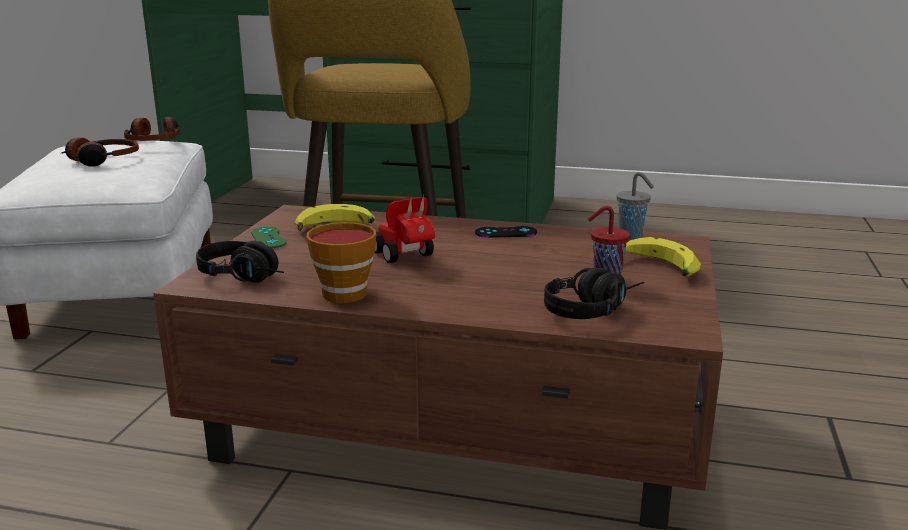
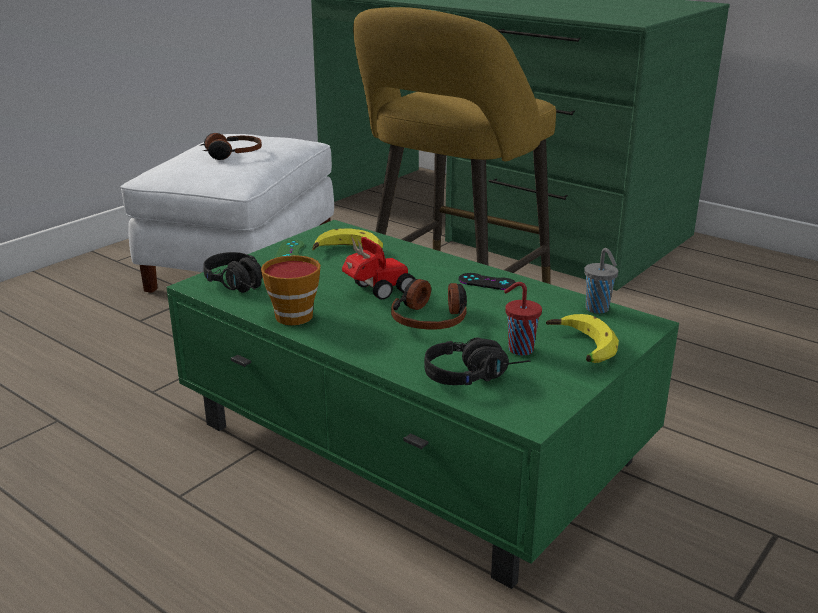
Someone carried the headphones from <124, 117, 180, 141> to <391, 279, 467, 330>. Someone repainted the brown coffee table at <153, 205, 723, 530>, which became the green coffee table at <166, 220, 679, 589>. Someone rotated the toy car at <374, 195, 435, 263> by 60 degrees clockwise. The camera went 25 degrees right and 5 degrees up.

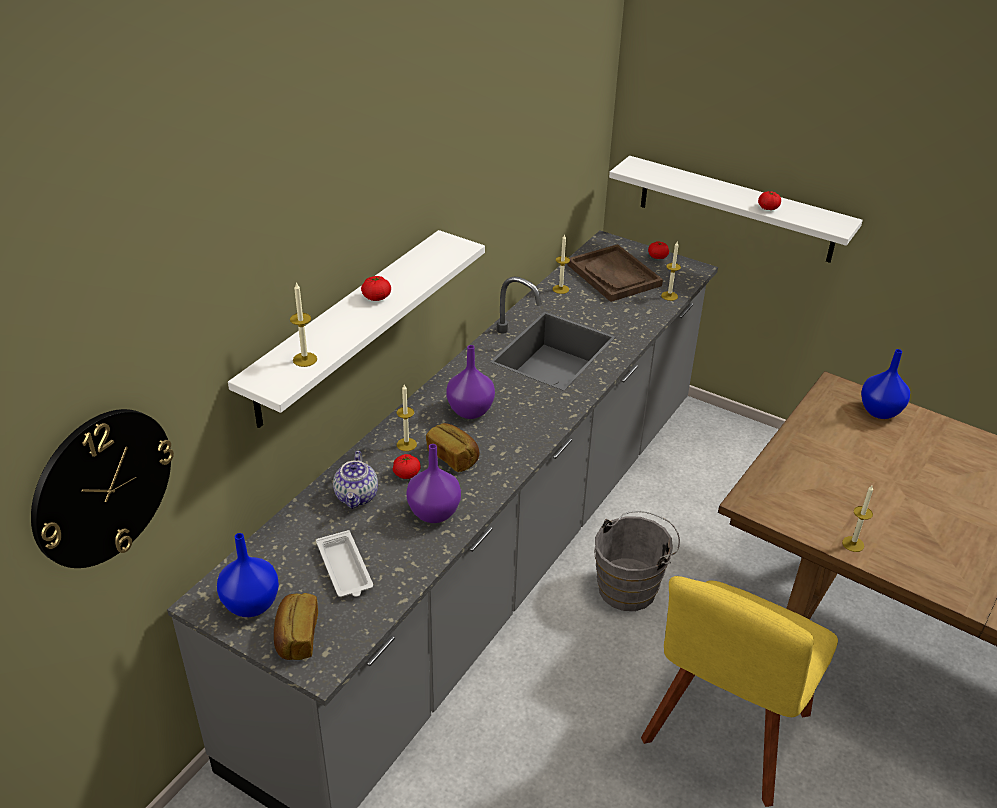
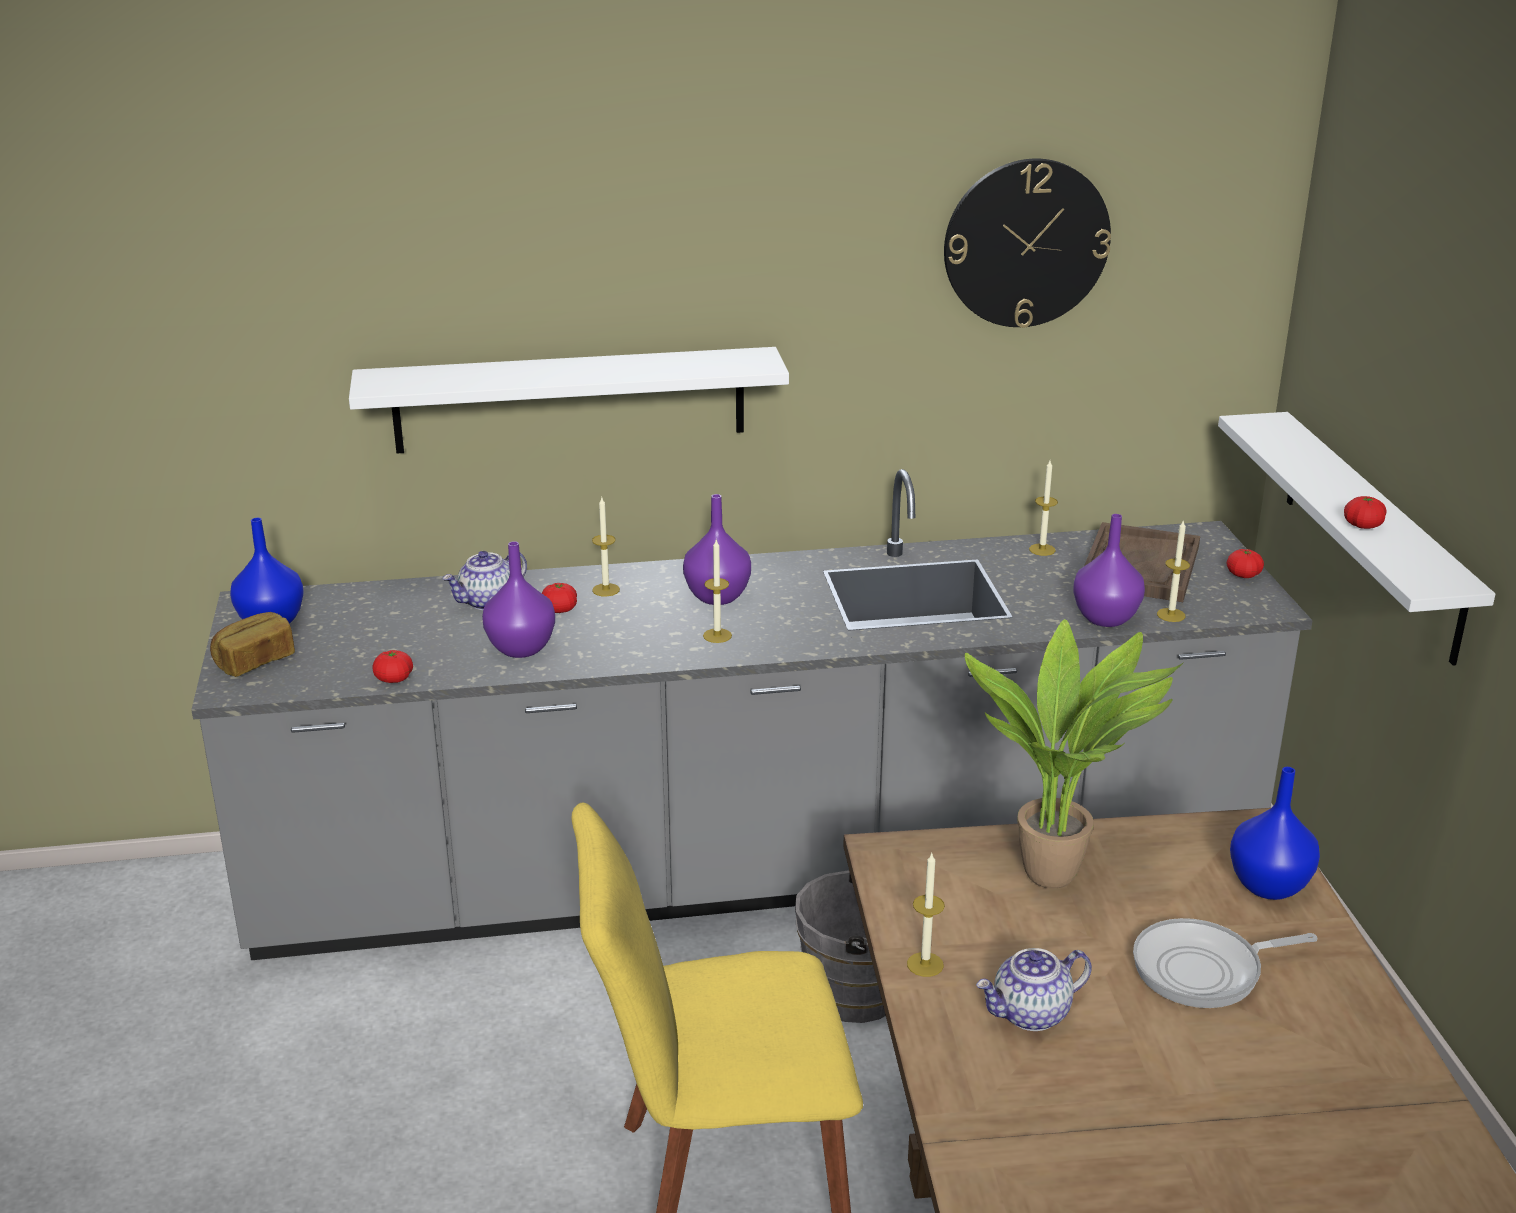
Someone carried the wall clock from <31, 409, 174, 568> to <944, 159, 1111, 328>. Someone carried the candle from <290, 282, 317, 367> to <703, 540, 732, 643>. Someone took away the white tray at <316, 530, 373, 597>. Someone carried the tomato from <361, 276, 391, 301> to <372, 650, 413, 683>. Someone took away the bread at <426, 423, 479, 472>. Someone put down the potted plant at <965, 619, 1184, 888>. Someone put down the teapot at <976, 948, 1092, 1031>. Someone put down the purple vase at <1073, 514, 1145, 627>. Someone put down the frying pan at <1133, 918, 1317, 1008>. The camera went 50 degrees right and 10 degrees down.

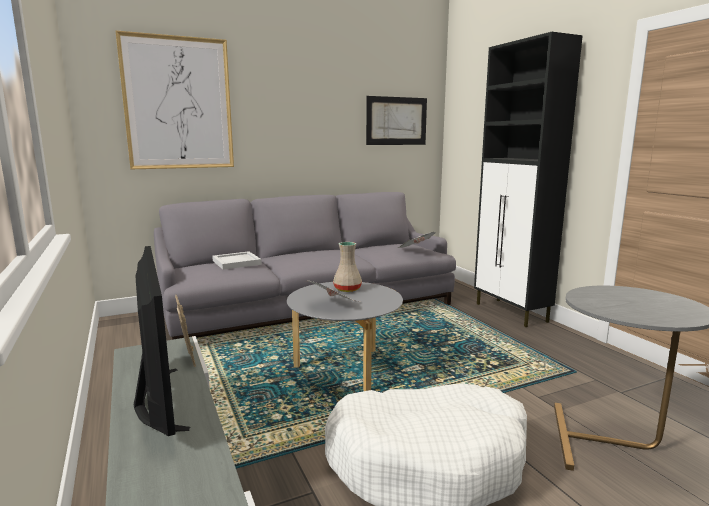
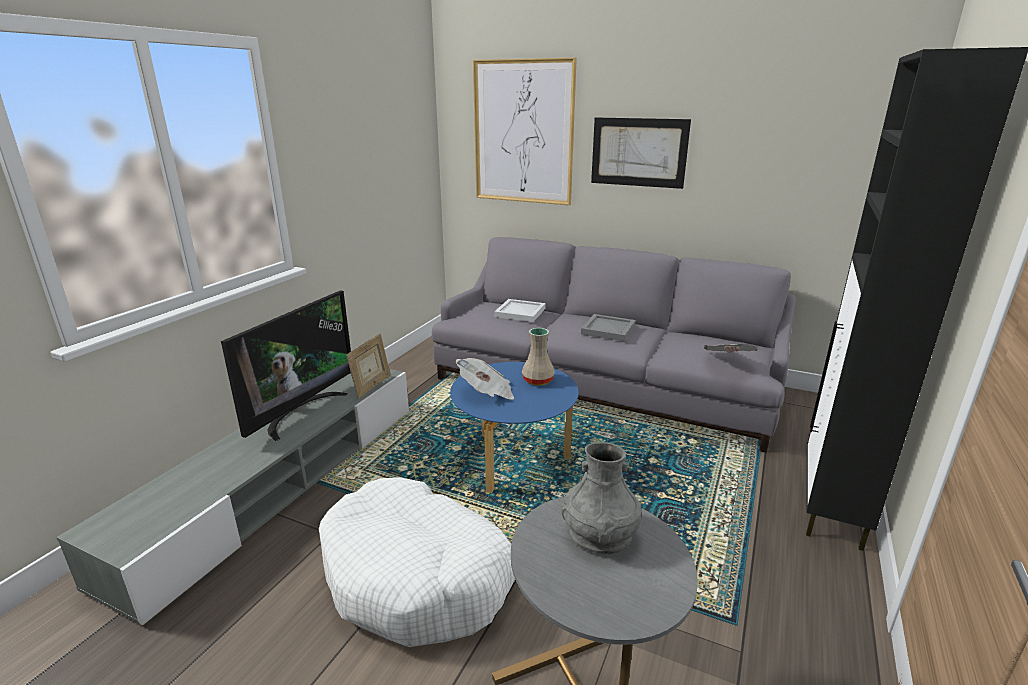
Someone repainted the grey coffee table at <287, 282, 403, 391>, which became the blue coffee table at <450, 362, 579, 493>. Someone carried the picture from <366, 96, 427, 145> to <591, 117, 691, 189>. Someone put down the grey vase at <561, 442, 642, 554>. Someone put down the grey tray at <581, 314, 635, 341>. The camera went 50 degrees right and 10 degrees up.

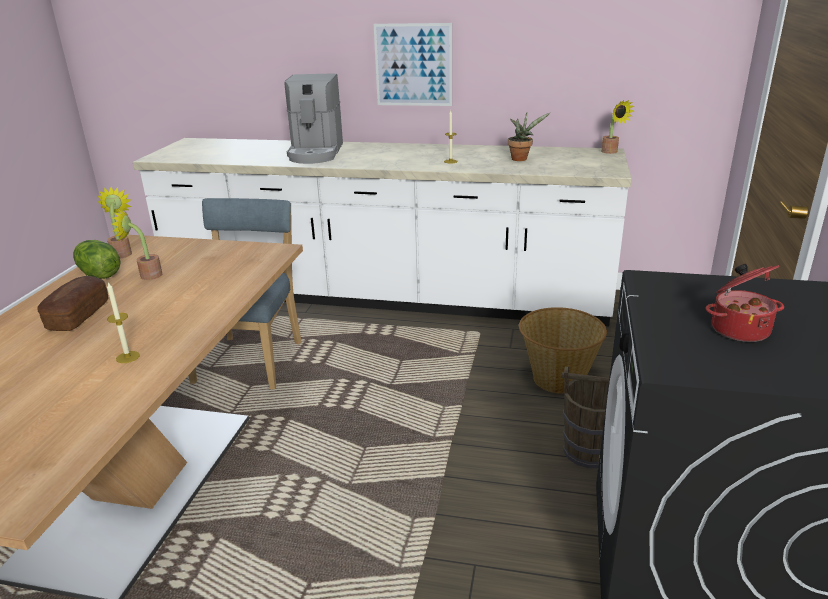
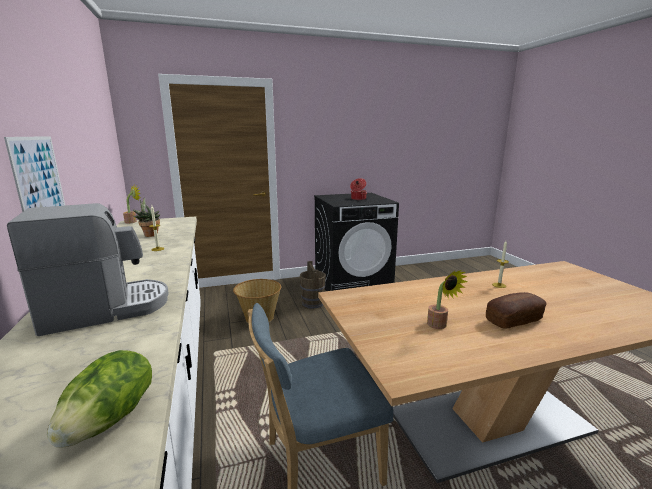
Someone carried the lettuce from <73, 240, 121, 279> to <47, 350, 152, 448>. Someone took away the potted plant at <98, 187, 132, 259>. The camera went 120 degrees left and 10 degrees down.

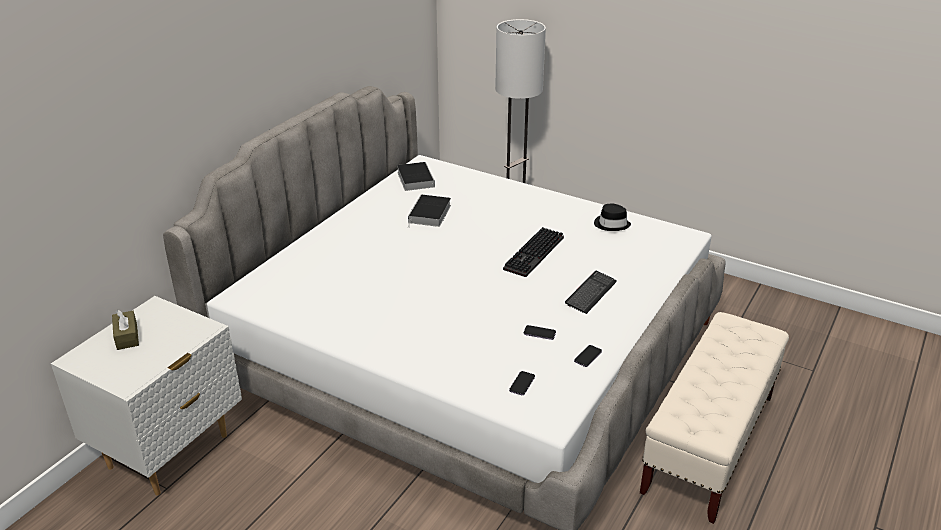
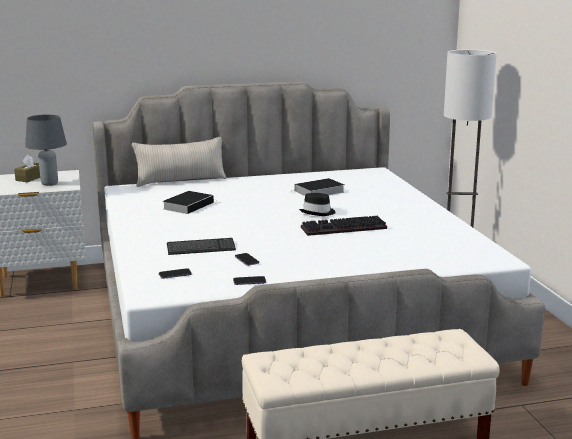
Someone carried the book from <397, 162, 435, 191> to <162, 191, 214, 214>. Someone carried the keyboard from <565, 271, 617, 314> to <167, 238, 236, 255>. Someone carried the black hat from <594, 204, 631, 231> to <299, 193, 336, 216>. Someone put down the grey table lamp at <25, 114, 67, 186>. Someone put down the beige pillow at <132, 137, 226, 187>. The camera went 45 degrees right and 15 degrees down.

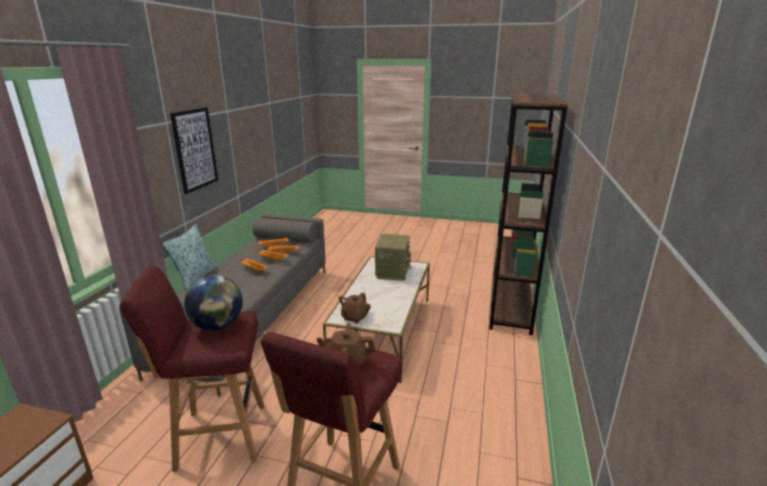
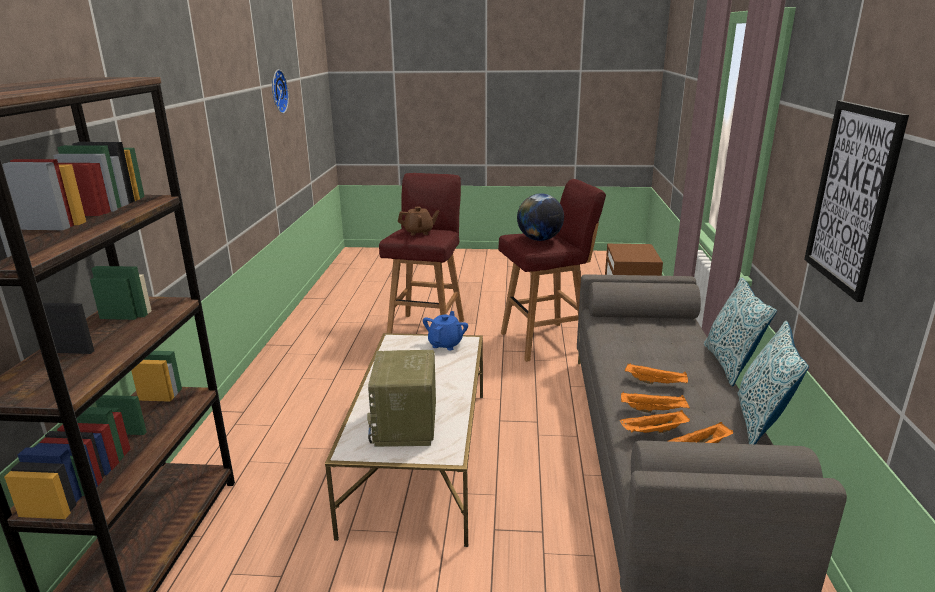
Someone repainted the brown teapot at <339, 292, 371, 324>, which became the blue teapot at <423, 311, 468, 350>. Someone put up the wall clock at <272, 69, 289, 113>. Someone put down the pillow at <738, 321, 809, 444>. The camera went 170 degrees right and 0 degrees up.

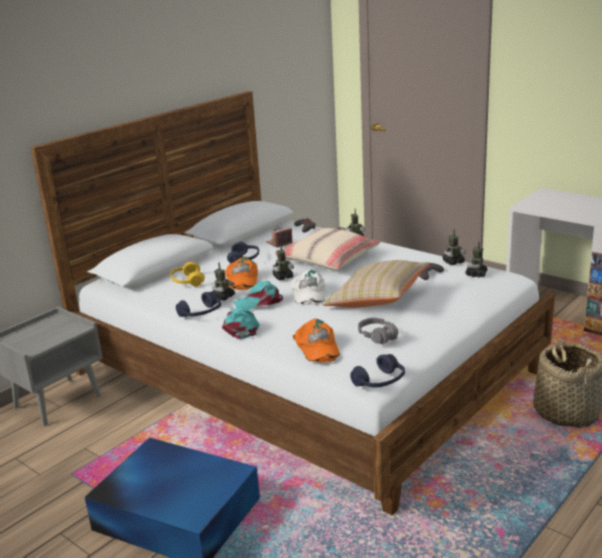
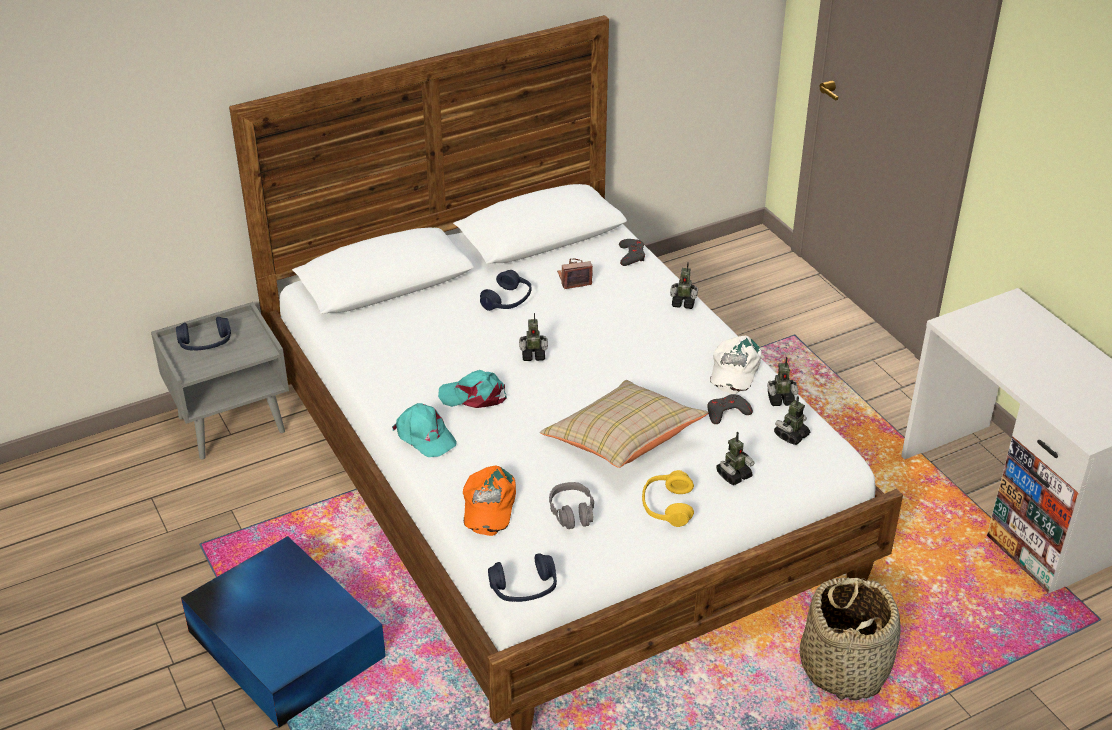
Someone carried the yellow headphones from <170, 262, 205, 287> to <642, 470, 694, 527>. Someone carried the blue headphones from <176, 292, 221, 317> to <176, 317, 231, 350>. Someone carried the toy robot from <212, 263, 235, 300> to <716, 431, 755, 485>. Someone rotated the turquoise cap at <222, 308, 259, 339> by 120 degrees clockwise. Someone took away the orange cap at <225, 256, 258, 290>. Someone took away the beige pillow at <274, 228, 381, 270>. Someone carried the white cap from <290, 269, 325, 305> to <710, 336, 761, 394>. The camera went 20 degrees right and 15 degrees up.

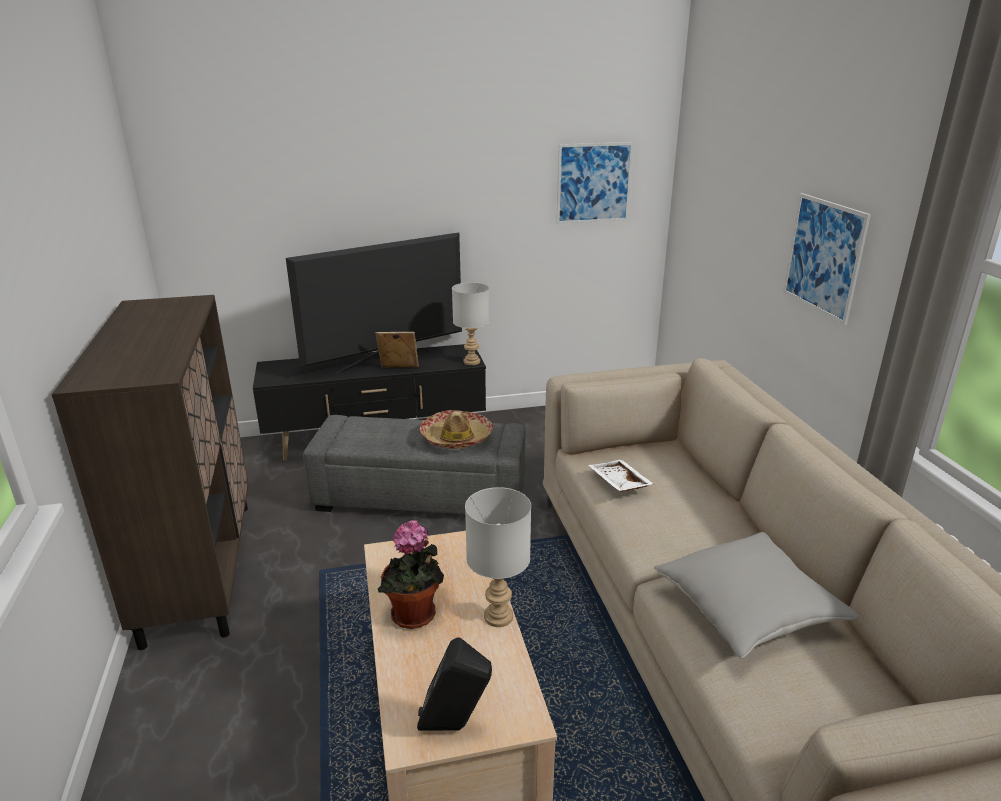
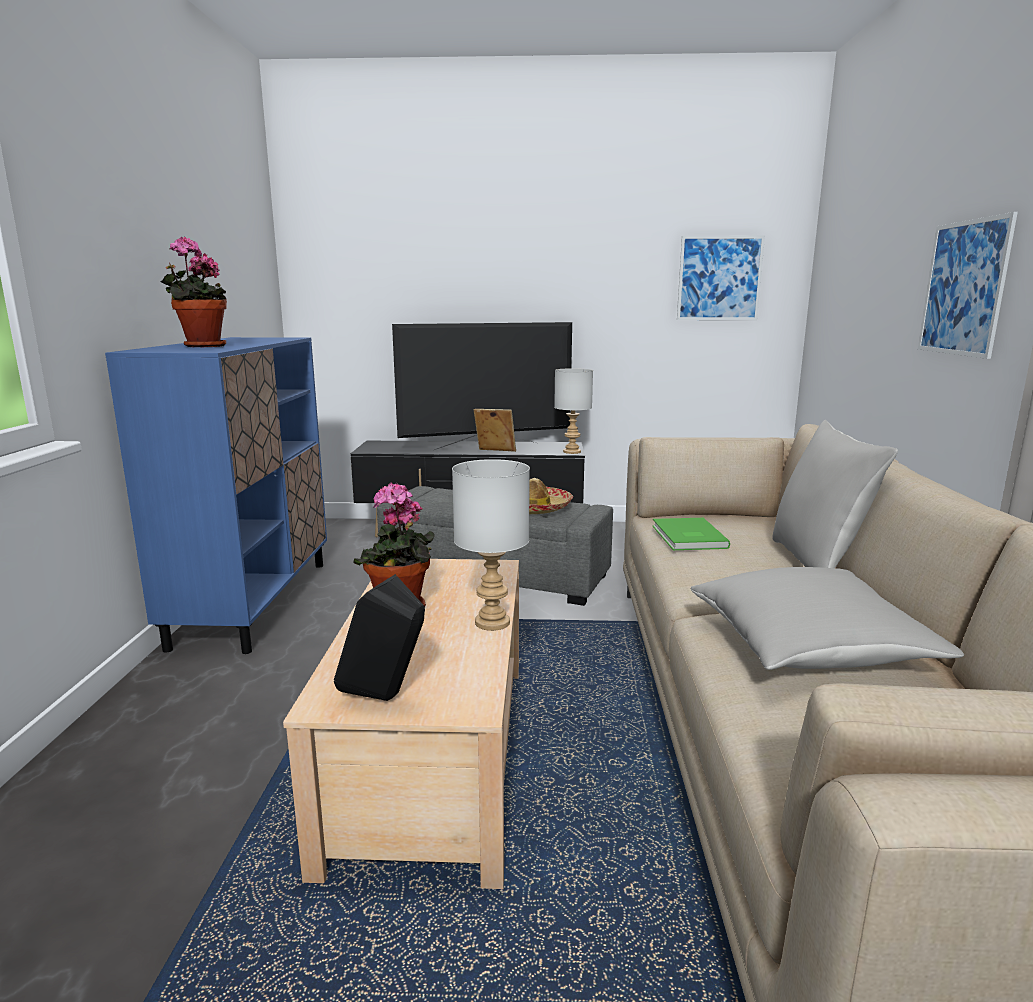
Someone repainted the brown cabinet at <52, 295, 249, 650>, which became the blue cabinet at <105, 337, 327, 654>. Someone swapped the white tray at <589, 460, 654, 492> for the green book at <653, 518, 730, 550>. Someone put down the potted plant at <160, 237, 227, 347>. Someone put down the grey pillow at <772, 420, 898, 568>. The camera went 15 degrees right and 10 degrees down.

